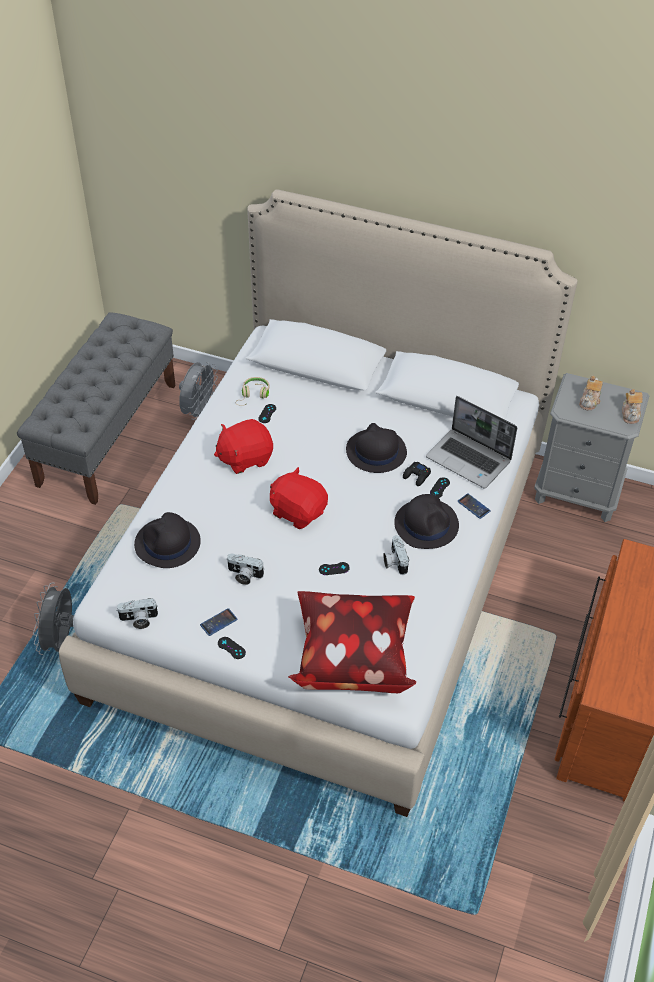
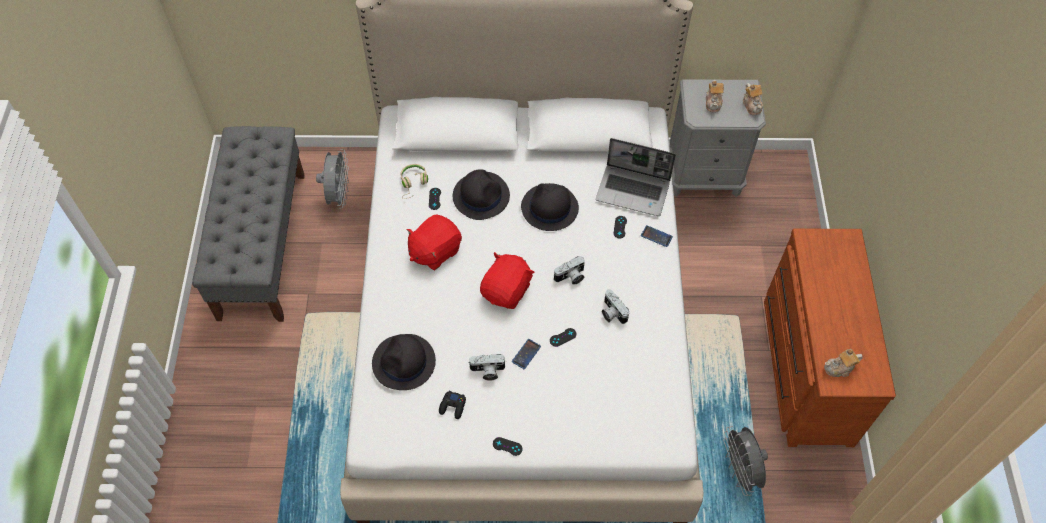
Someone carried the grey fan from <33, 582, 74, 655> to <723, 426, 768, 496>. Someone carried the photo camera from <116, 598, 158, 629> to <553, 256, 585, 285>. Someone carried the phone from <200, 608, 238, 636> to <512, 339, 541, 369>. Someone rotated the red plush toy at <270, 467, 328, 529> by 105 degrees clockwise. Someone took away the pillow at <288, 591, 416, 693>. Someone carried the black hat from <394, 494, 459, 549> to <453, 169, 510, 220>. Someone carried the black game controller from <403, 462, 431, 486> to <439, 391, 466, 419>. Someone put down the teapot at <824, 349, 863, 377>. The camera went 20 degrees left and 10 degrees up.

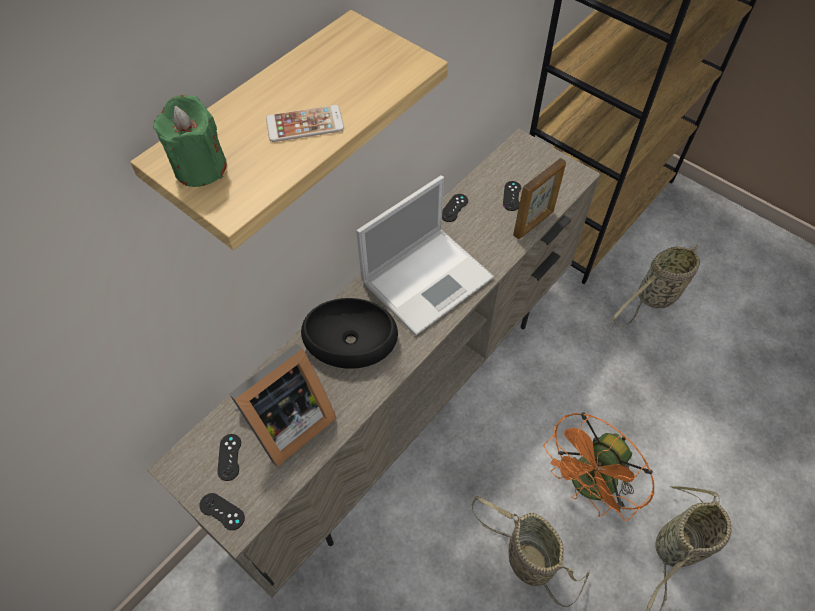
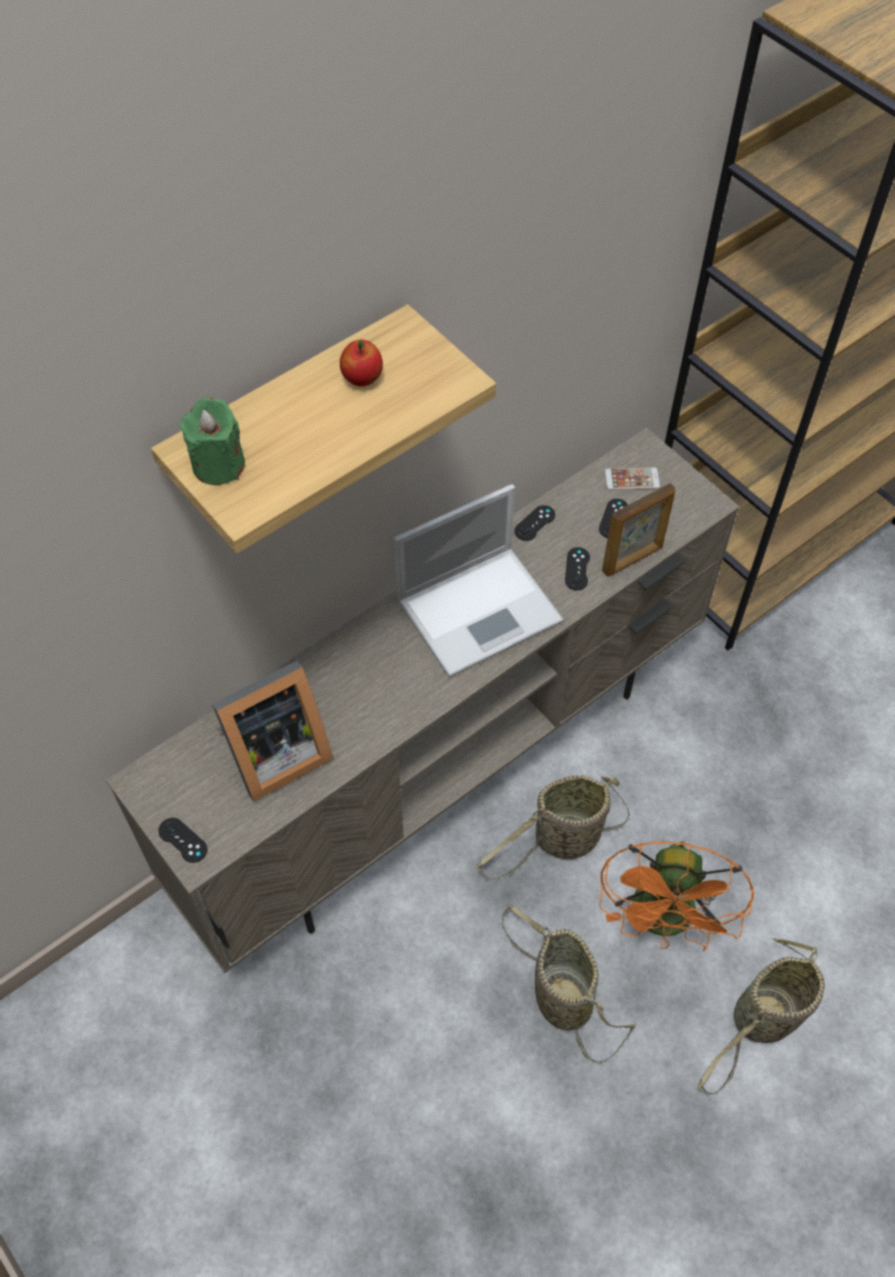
Someone carried the black game controller from <217, 434, 241, 481> to <565, 547, 590, 590>. Someone carried the phone from <266, 105, 344, 142> to <605, 468, 660, 490>. Someone took away the black bowl at <301, 298, 398, 369>. Someone rotated the orange fan at <544, 412, 655, 521> by 45 degrees counterclockwise. Someone carried the basket from <611, 244, 700, 328> to <476, 775, 630, 880>. Someone put down the apple at <340, 340, 383, 387>. The camera went 10 degrees right and 0 degrees up.

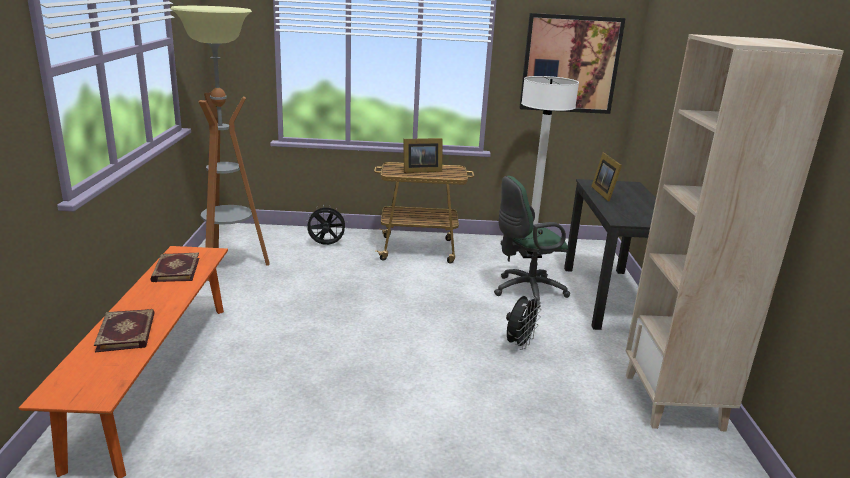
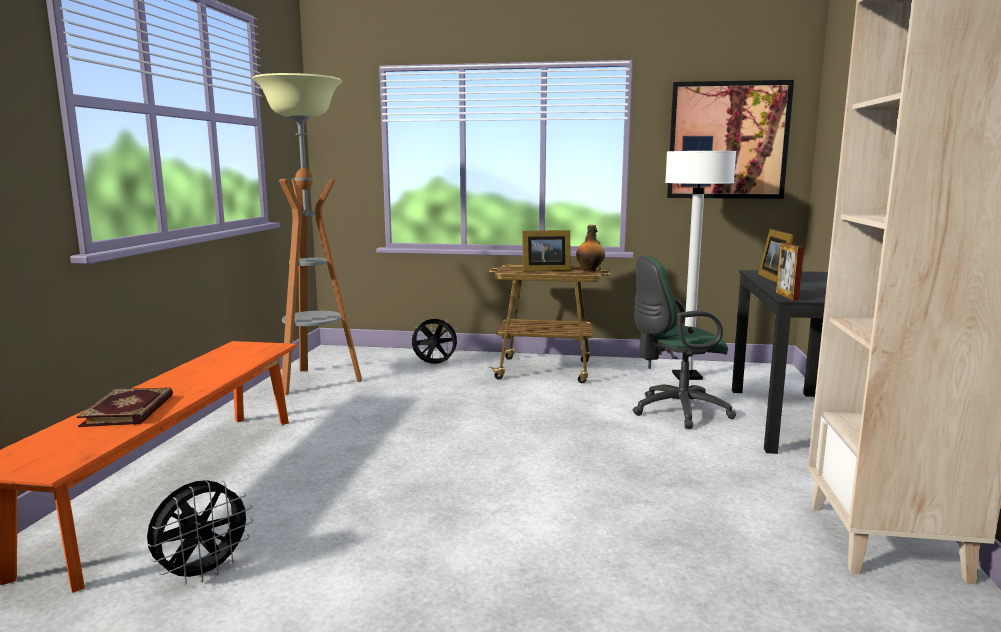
Someone took away the book at <150, 252, 199, 282>. Someone carried the black fan from <506, 296, 542, 350> to <147, 480, 254, 585>. Someone put down the bottle at <576, 225, 605, 272>. Someone put down the picture frame at <776, 242, 804, 301>. The camera went 10 degrees right and 10 degrees down.

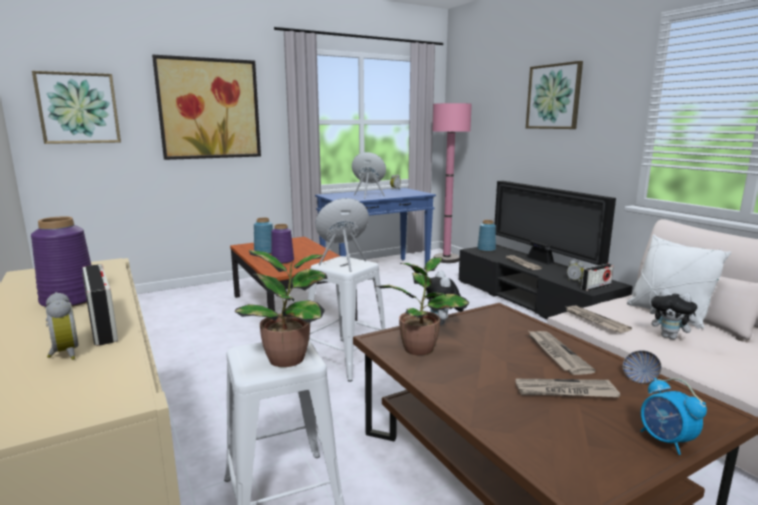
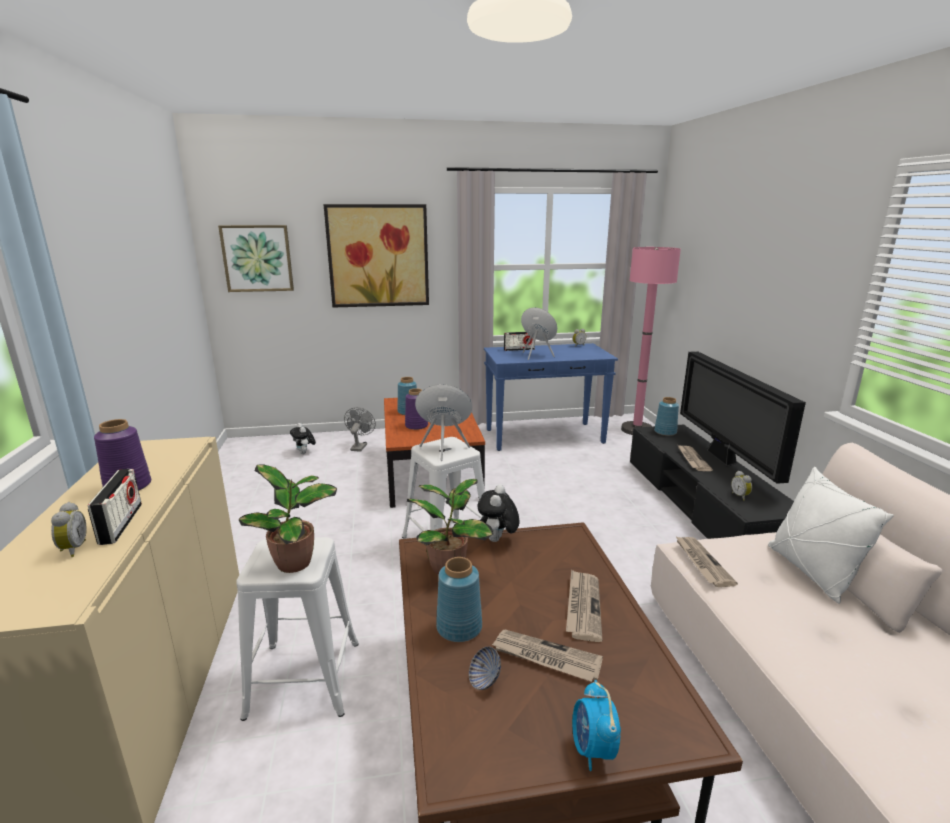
Someone took away the picture at <526, 61, 583, 129>. Someone carried the radio from <581, 264, 614, 291> to <504, 332, 535, 351>. Someone carried the bowl from <623, 350, 661, 384> to <469, 646, 501, 690>. Someone carried the plush toy from <650, 289, 702, 339> to <290, 423, 316, 454>. Someone put down the grey fan at <344, 407, 375, 452>. Someone put down the blue vase at <436, 557, 482, 642>. The camera went 20 degrees right and 5 degrees up.

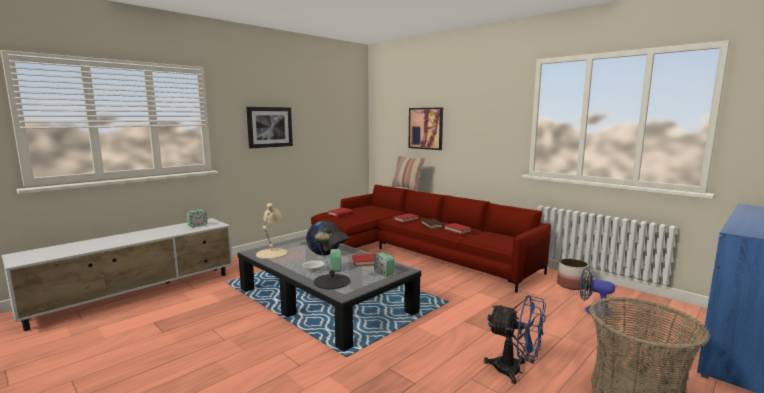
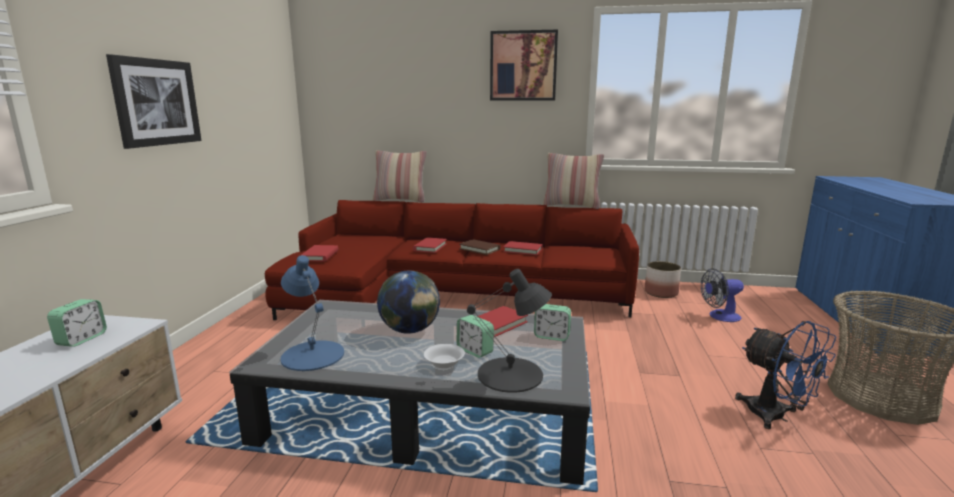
Someone repainted the beige table lamp at <256, 203, 287, 259>, which became the blue table lamp at <280, 255, 344, 371>. Someone carried the picture from <408, 107, 443, 150> to <490, 30, 558, 100>. Someone rotated the blue fan at <484, 295, 546, 384> by 60 degrees clockwise. Someone put down the pillow at <543, 153, 604, 209>. The camera went 35 degrees left and 5 degrees up.

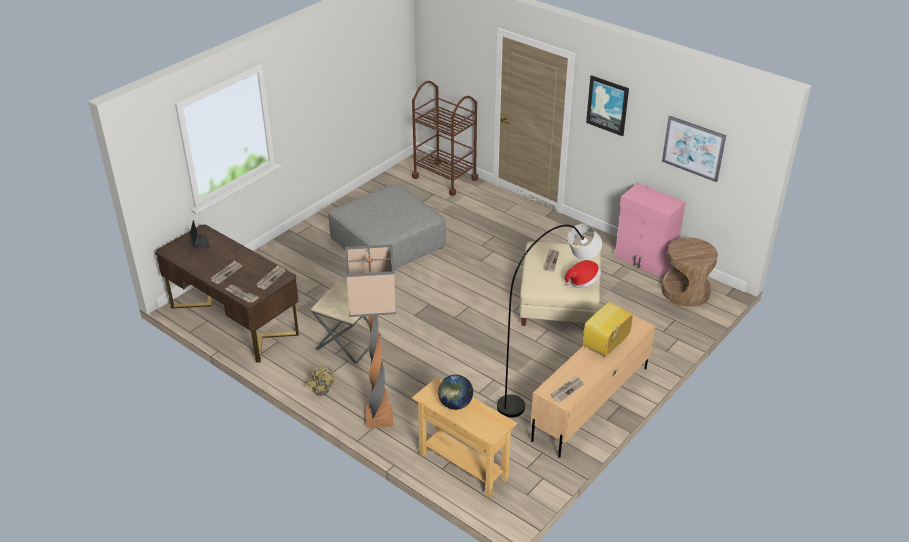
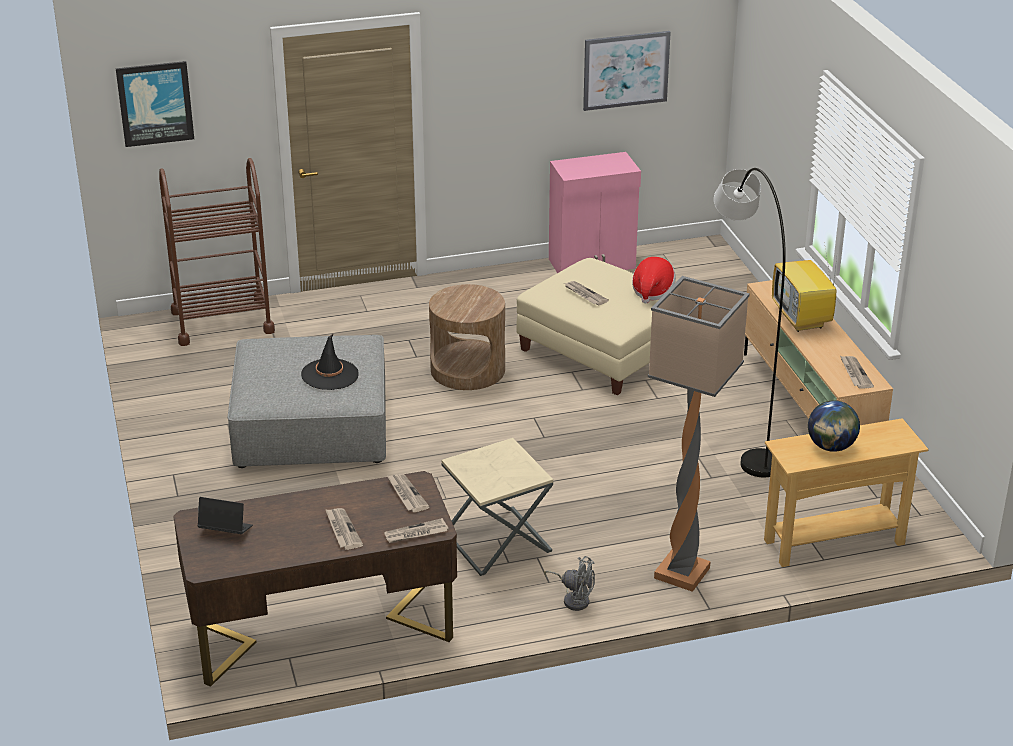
Someone repainted the yellow fan at <306, 366, 336, 396>, which became the grey fan at <544, 556, 595, 611>. Someone carried the picture from <586, 75, 629, 136> to <116, 61, 194, 147>. Someone carried the brown side table from <662, 237, 718, 307> to <429, 284, 505, 390>. Someone put down the black hat at <301, 333, 359, 390>. The camera went 55 degrees left and 5 degrees down.

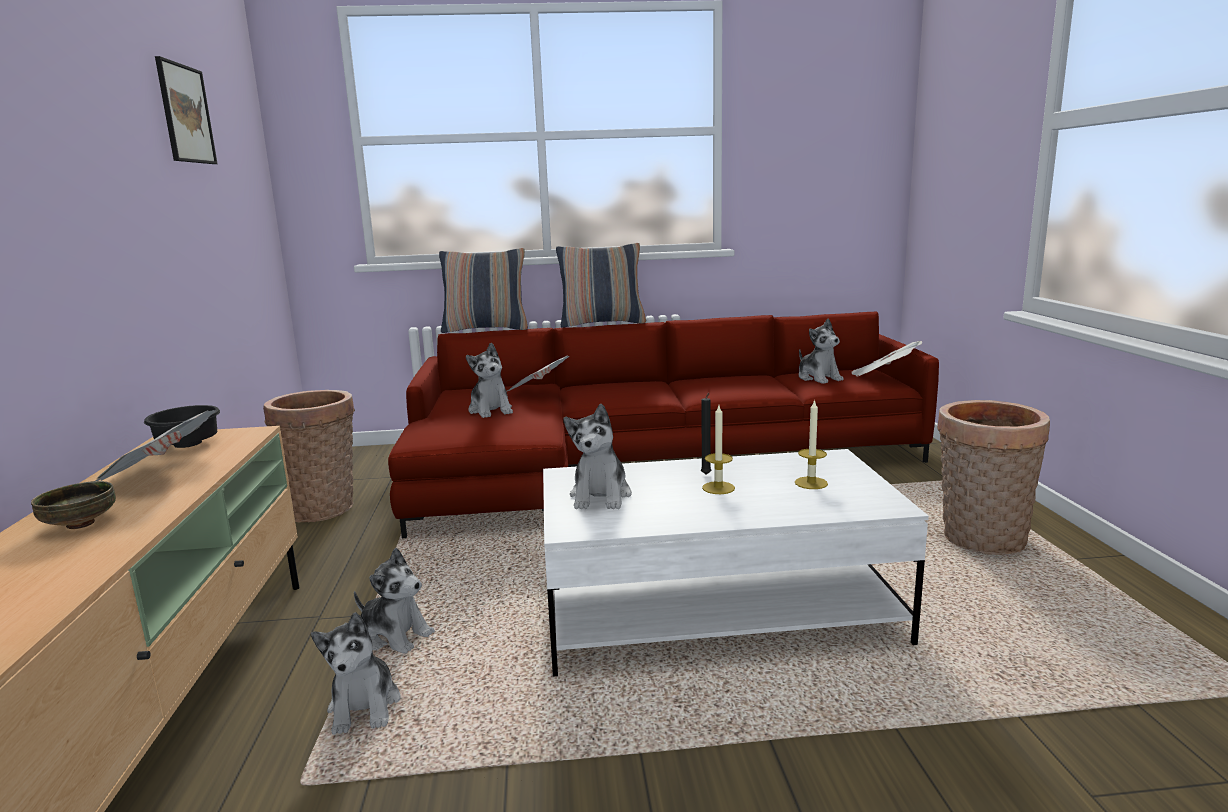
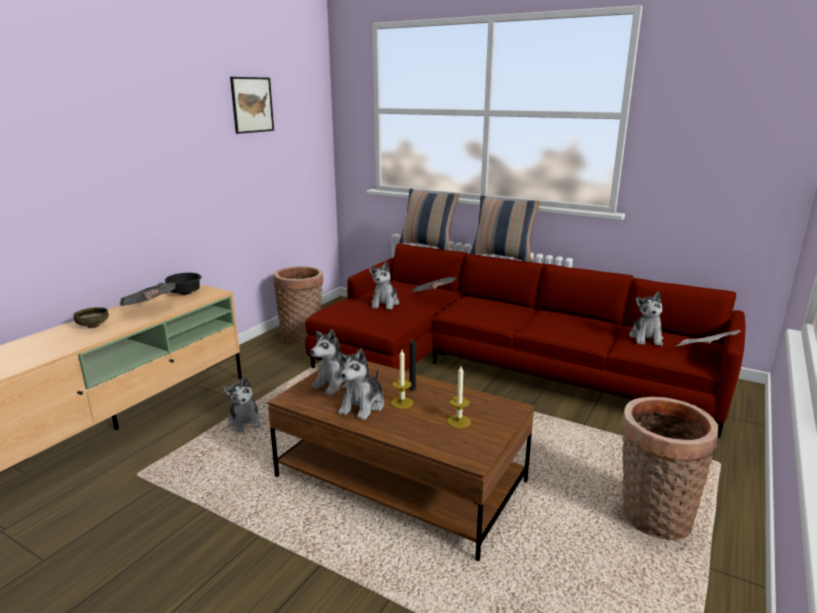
Someone carried the plush toy from <311, 612, 401, 735> to <338, 348, 384, 420>. Someone repainted the white coffee table at <543, 449, 929, 677>, which became the brown coffee table at <267, 361, 534, 562>. The camera went 35 degrees right and 5 degrees up.

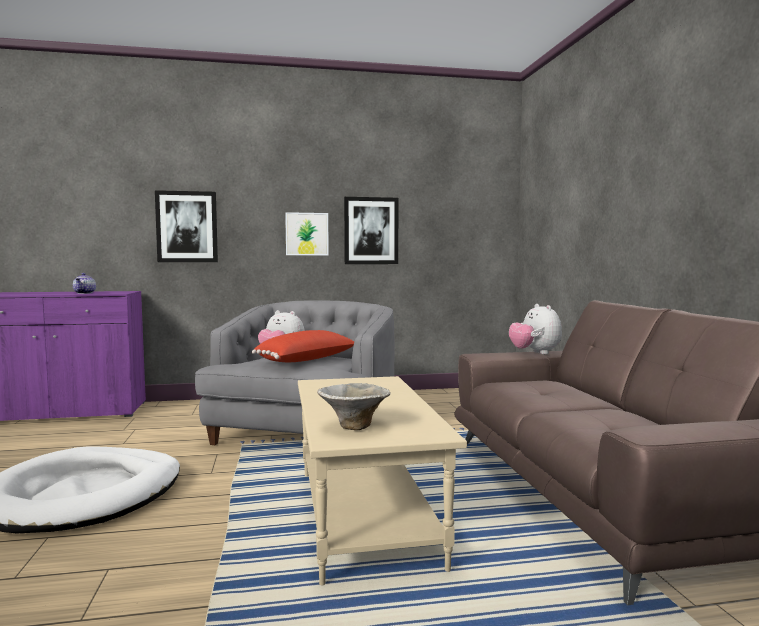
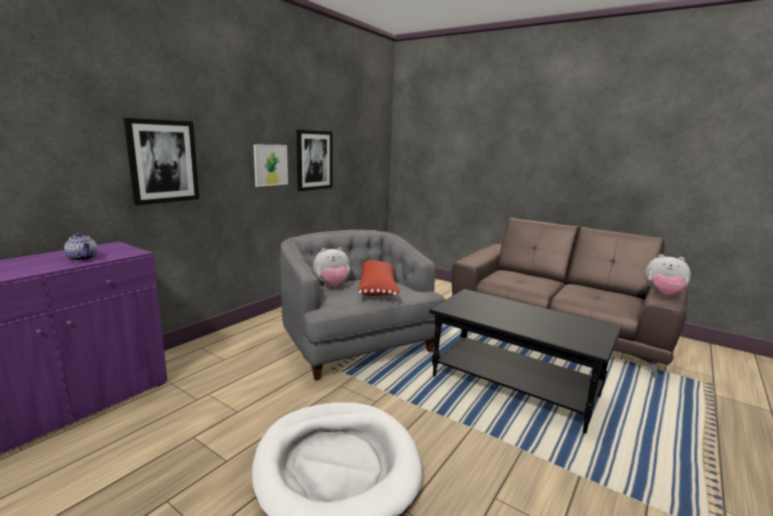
Someone repainted the beige coffee table at <298, 376, 467, 585>, which became the black coffee table at <429, 289, 622, 434>. Someone took away the bowl at <317, 383, 391, 430>. Someone carried the plush toy from <509, 304, 562, 354> to <645, 254, 691, 296>. The camera went 45 degrees left and 10 degrees up.

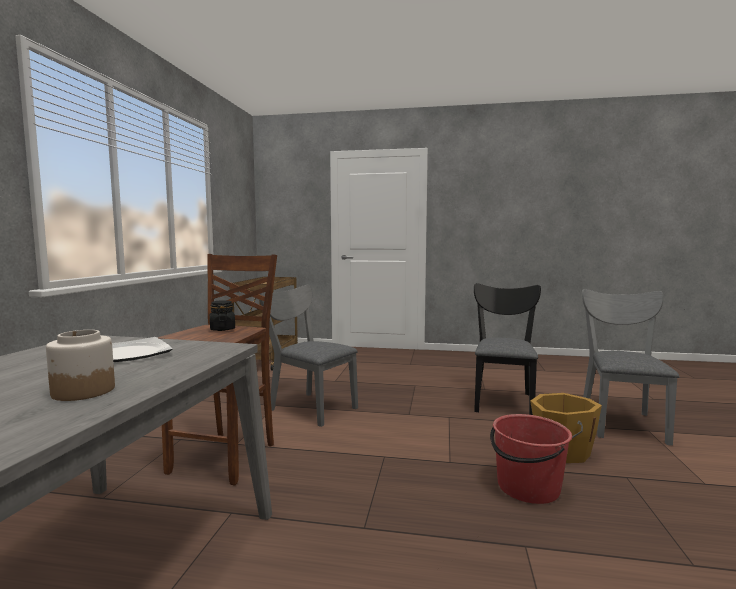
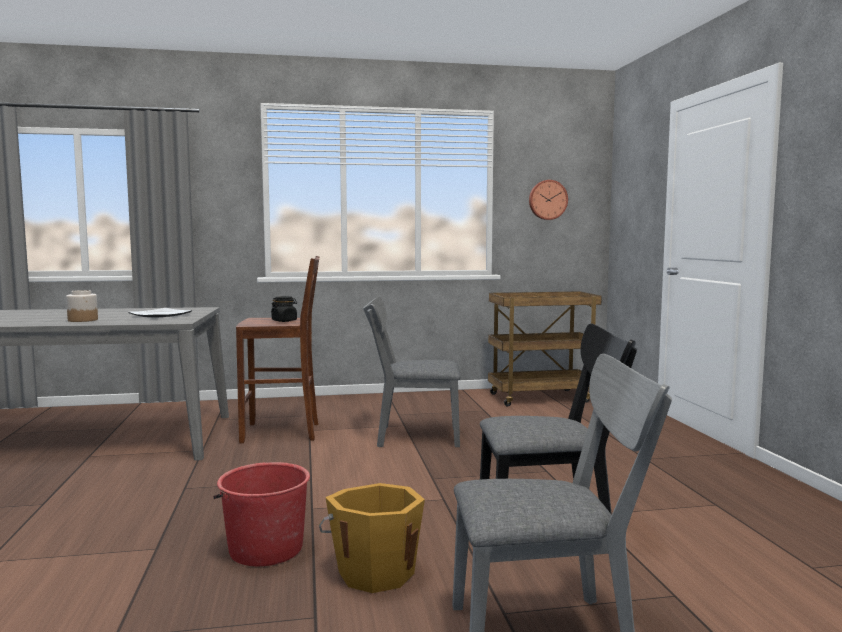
Someone rotated the grey chair at <260, 285, 358, 427> by 105 degrees counterclockwise. Someone put up the wall clock at <529, 180, 568, 220>. The camera went 70 degrees right and 0 degrees up.

